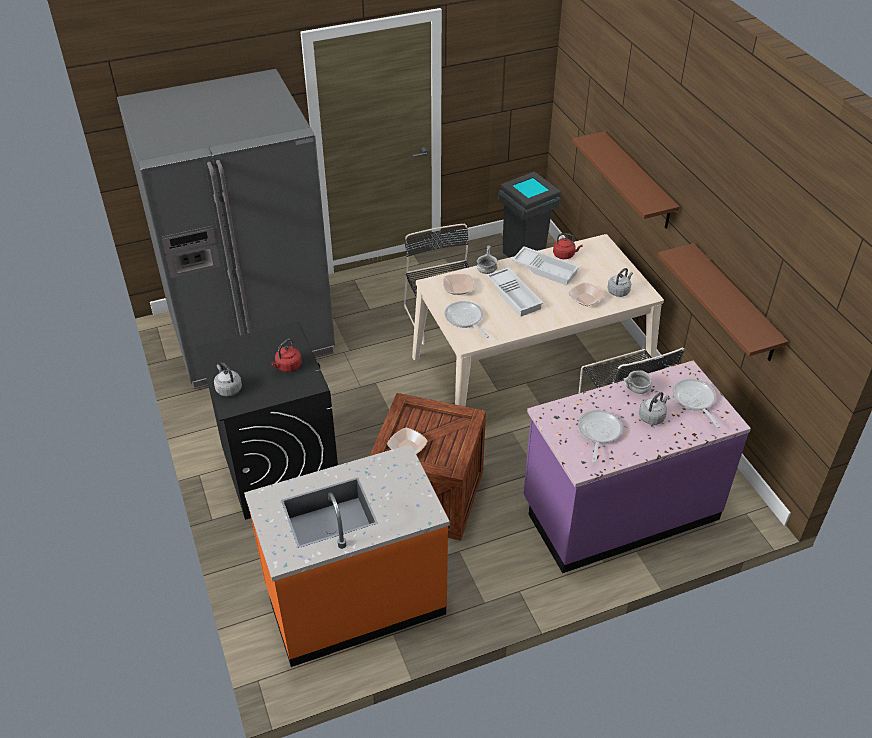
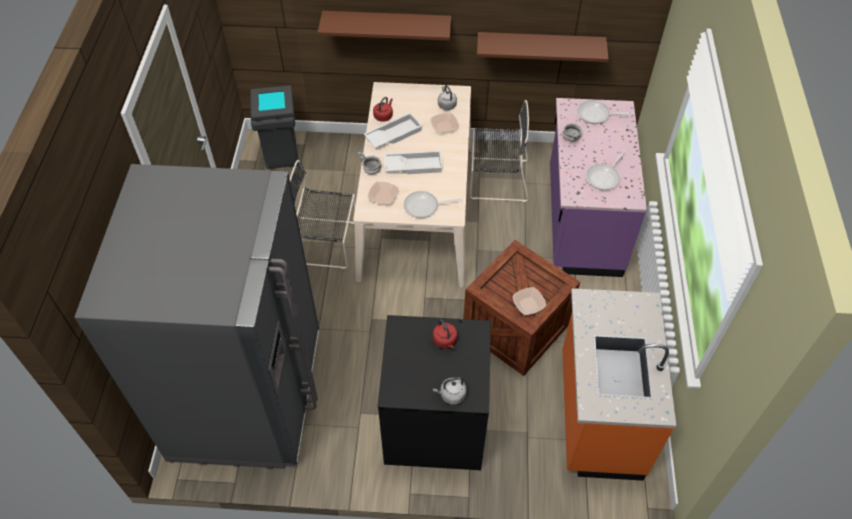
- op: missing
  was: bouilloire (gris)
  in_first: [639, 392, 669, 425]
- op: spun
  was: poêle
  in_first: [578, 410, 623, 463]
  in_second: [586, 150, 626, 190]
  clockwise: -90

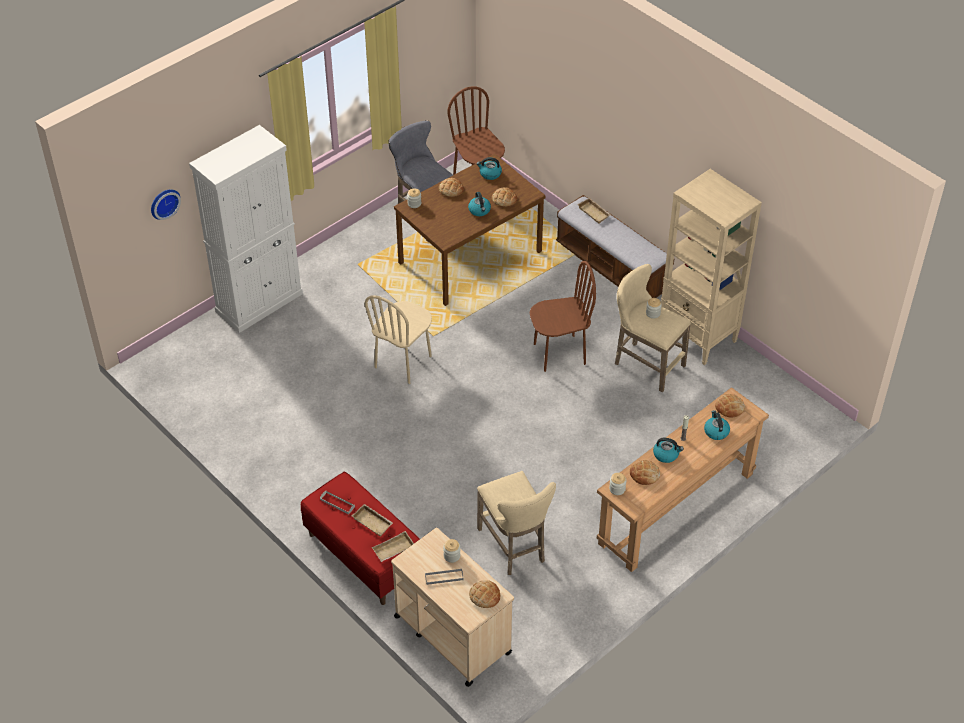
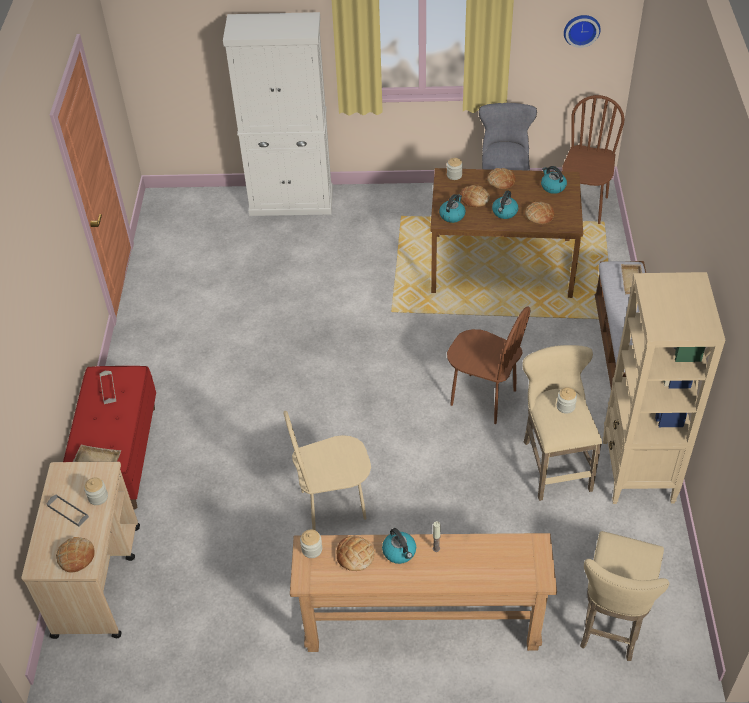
- op: relocated
  was: horloge murale
  in_first: [151, 189, 181, 220]
  in_second: [564, 15, 601, 48]
- op: relocated
  was: chaise (beige)
  in_first: [365, 295, 432, 384]
  in_second: [283, 411, 371, 531]
- op: relocated
  was: pain
  in_first: [715, 394, 745, 418]
  in_second: [460, 185, 490, 207]
- op: relocated
  was: bouilloire
  in_first: [704, 410, 730, 440]
  in_second: [439, 194, 466, 223]
- op: relocated
  was: tabouret (beige)
  in_first: [477, 471, 556, 575]
  in_second: [580, 531, 669, 661]
- op: missing
  was: plateau (beige)
  in_first: [352, 504, 393, 537]

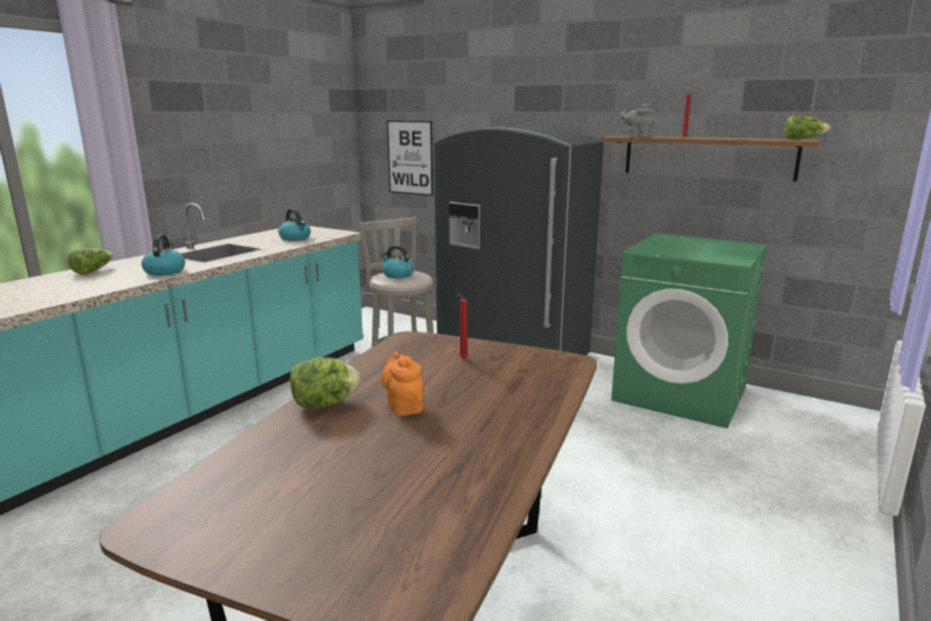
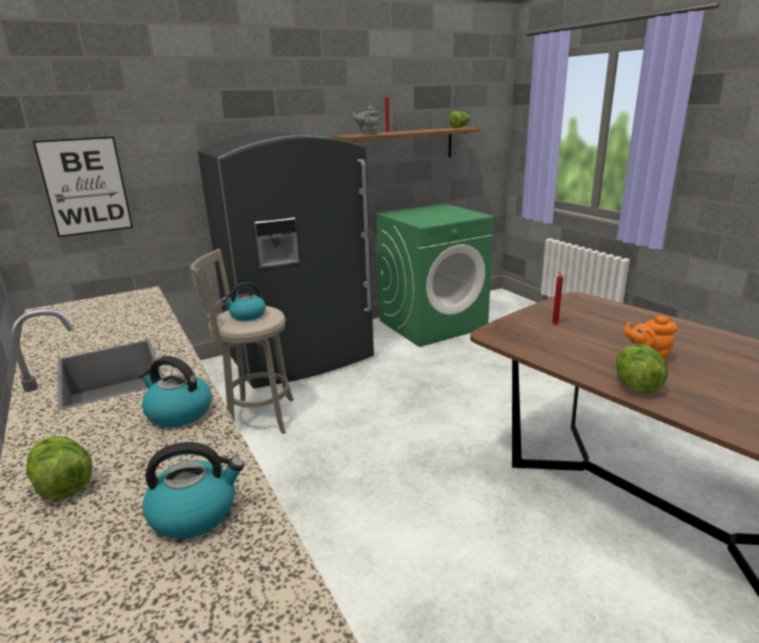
- op: relocated
  was: bouilloire
  in_first: [278, 209, 311, 241]
  in_second: [143, 442, 244, 539]

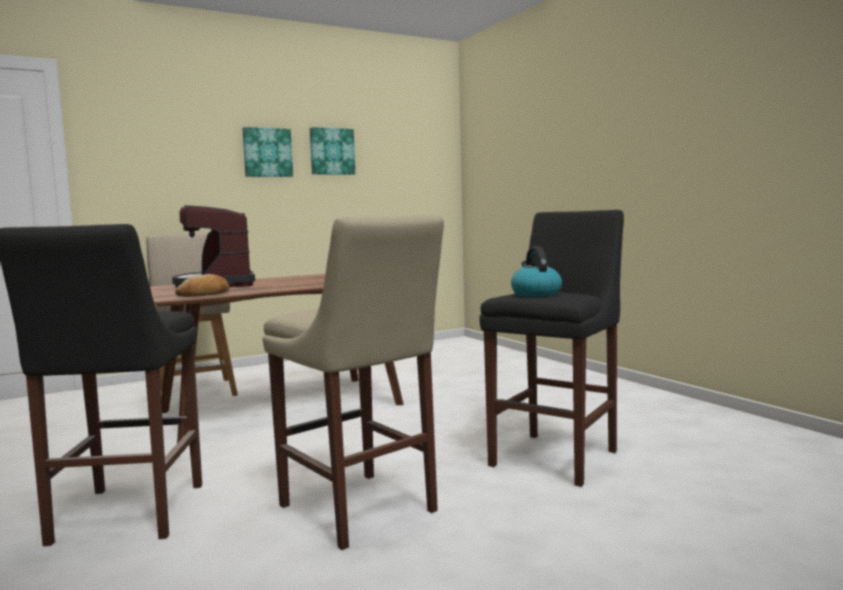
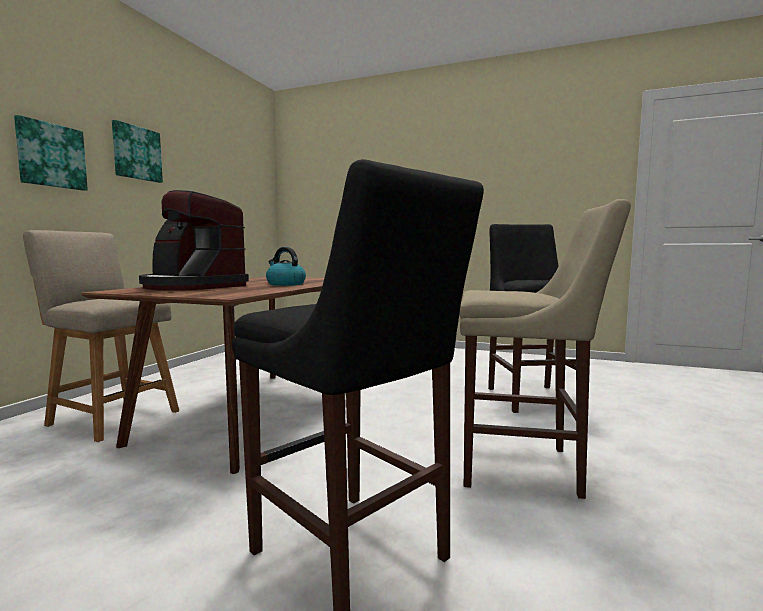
- op: relocated
  was: tableau
  in_first: [310, 127, 355, 175]
  in_second: [14, 115, 88, 191]
- op: relocated
  was: bouilloire
  in_first: [511, 246, 562, 297]
  in_second: [266, 247, 306, 286]
- op: missing
  was: pain
  in_first: [175, 274, 229, 297]

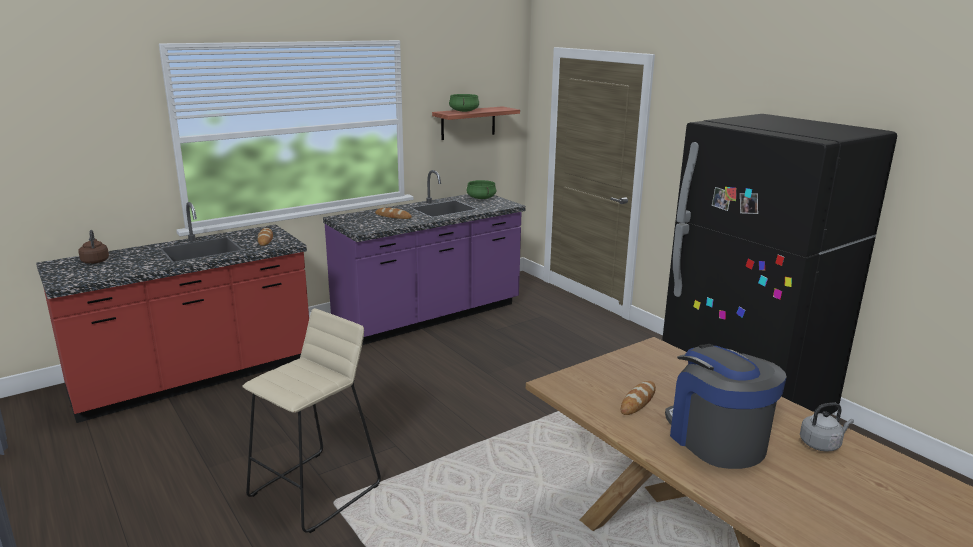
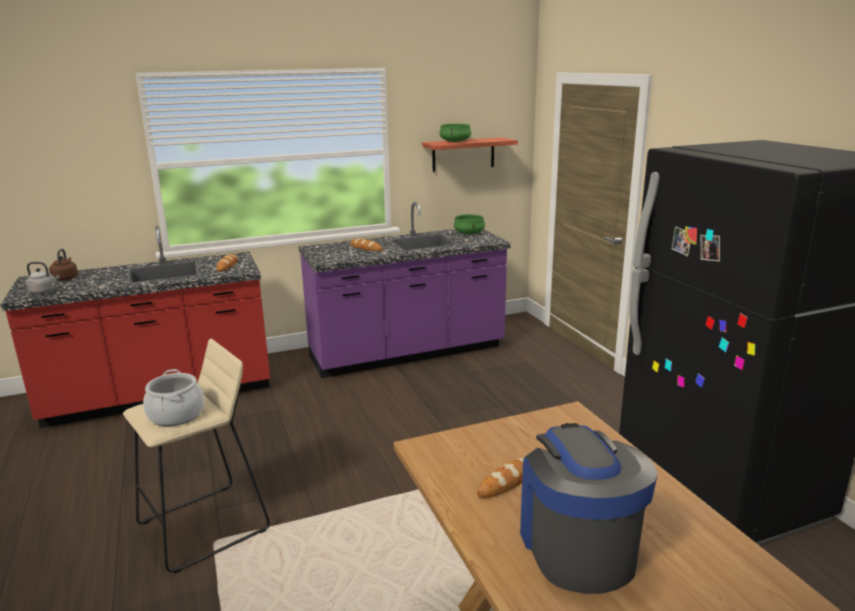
- op: relocated
  was: bouilloire (gris)
  in_first: [800, 403, 854, 452]
  in_second: [26, 262, 60, 294]
- op: appeared
  now: marmite
  in_second: [143, 369, 204, 426]

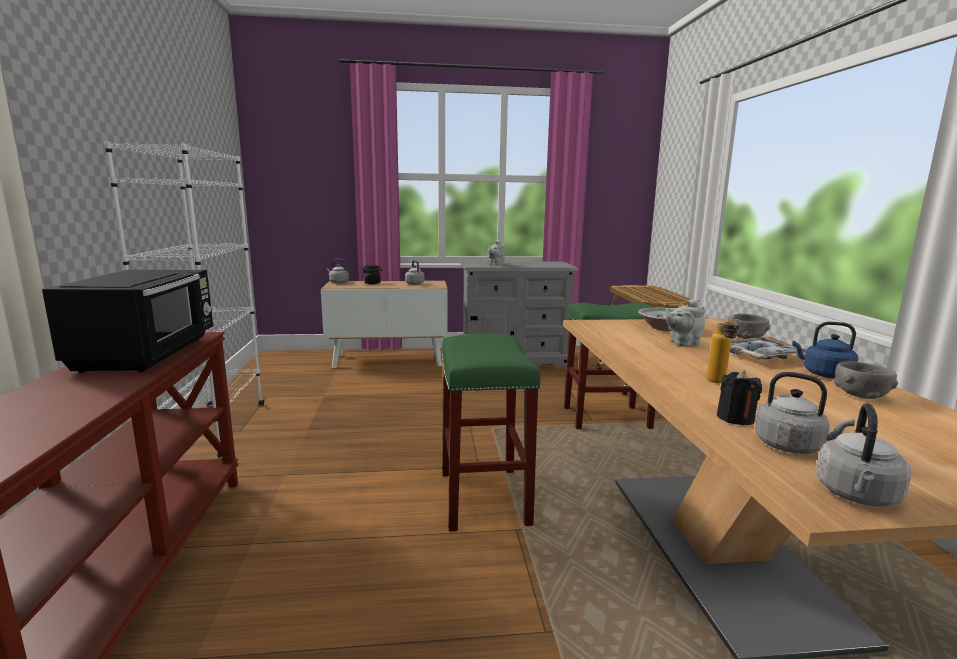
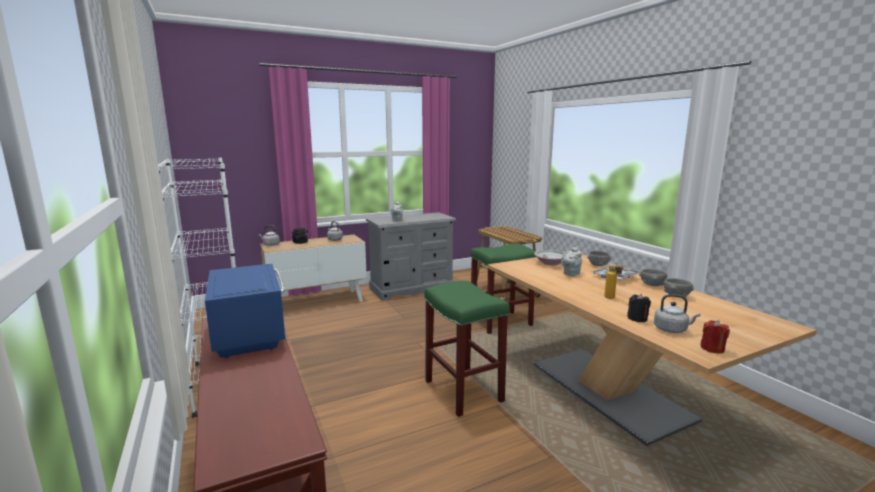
- op: colour
  was: micro-ondes (noir)
  now: micro-ondes (bleu)
  in_first: [42, 269, 213, 373]
  in_second: [205, 264, 286, 358]
- op: exchanged
  was: bouilloire (bleu)
  now: bol (gris)
  in_first: [792, 322, 858, 379]
  in_second: [639, 269, 667, 286]
- op: exchanged
  was: bouilloire (gris)
  now: bougie (rouge)
  in_first: [816, 403, 911, 506]
  in_second: [700, 320, 730, 354]

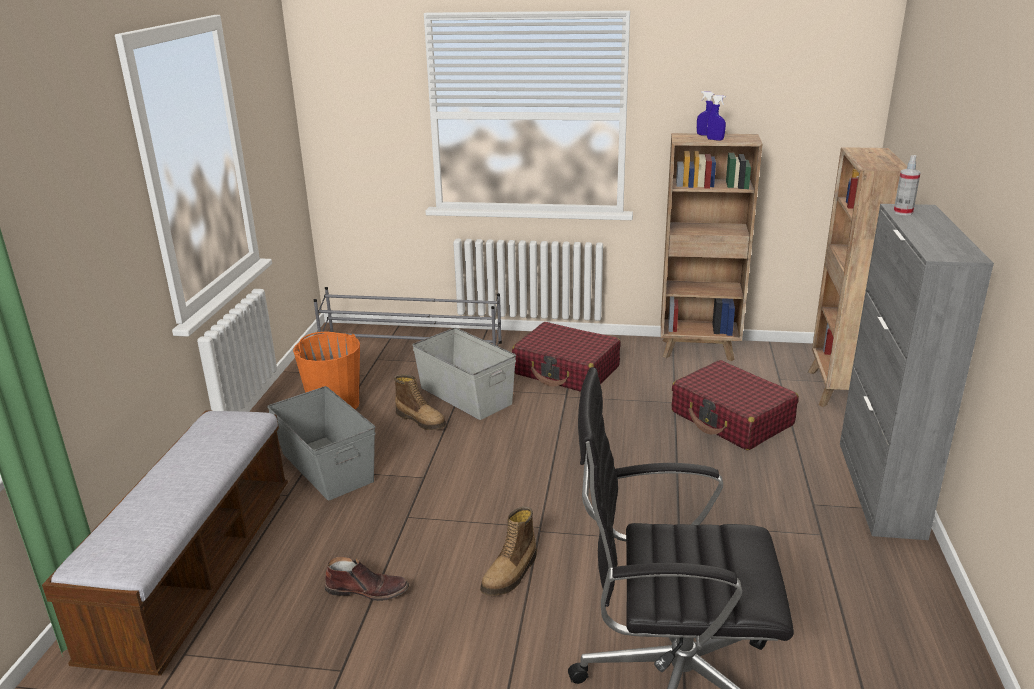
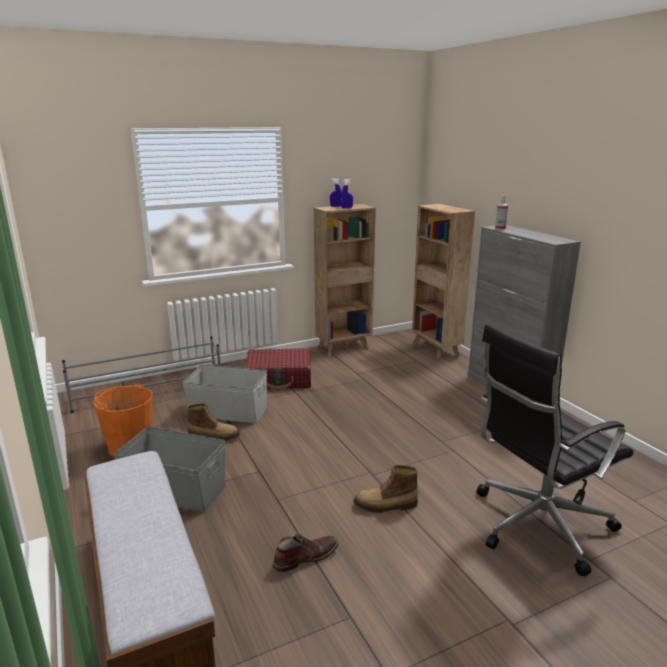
- op: missing
  was: valise (rouge)
  in_first: [672, 360, 799, 450]
- op: spun
  was: botte
  in_first: [480, 506, 537, 596]
  in_second: [353, 465, 418, 513]
  clockwise: 90

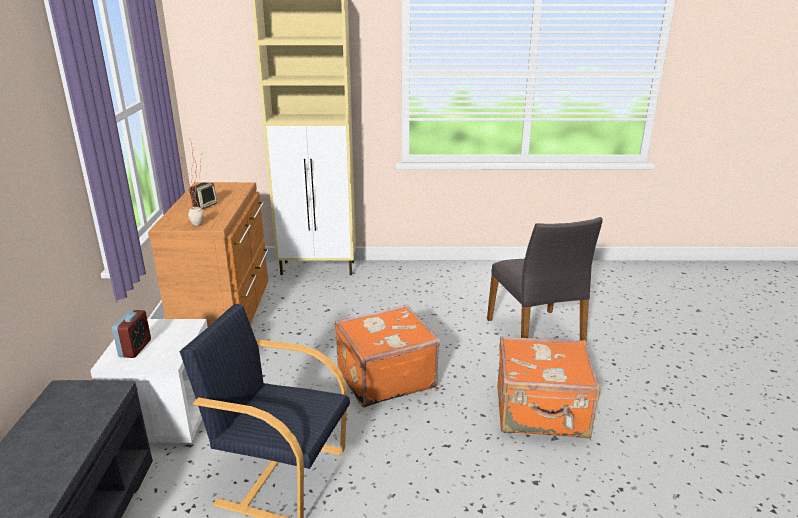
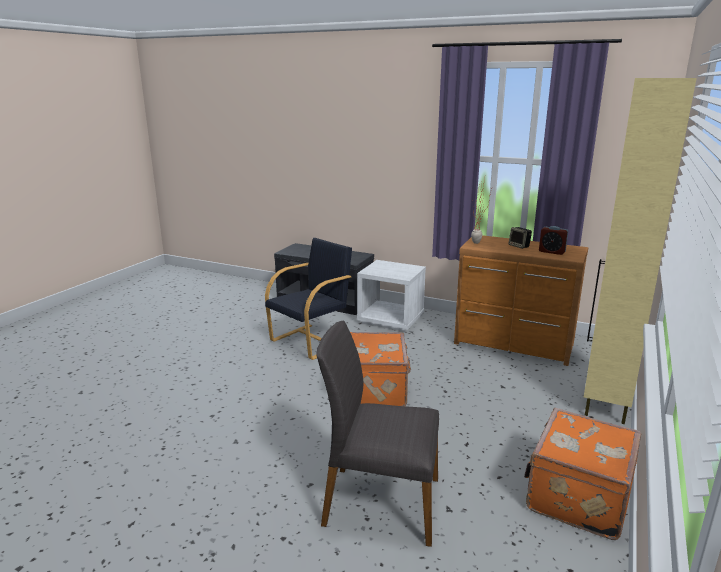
- op: relocated
  was: réveil
  in_first: [112, 310, 151, 358]
  in_second: [539, 226, 568, 255]
- op: relocated
  was: valise (orange)
  in_first: [497, 336, 600, 438]
  in_second: [524, 408, 641, 540]

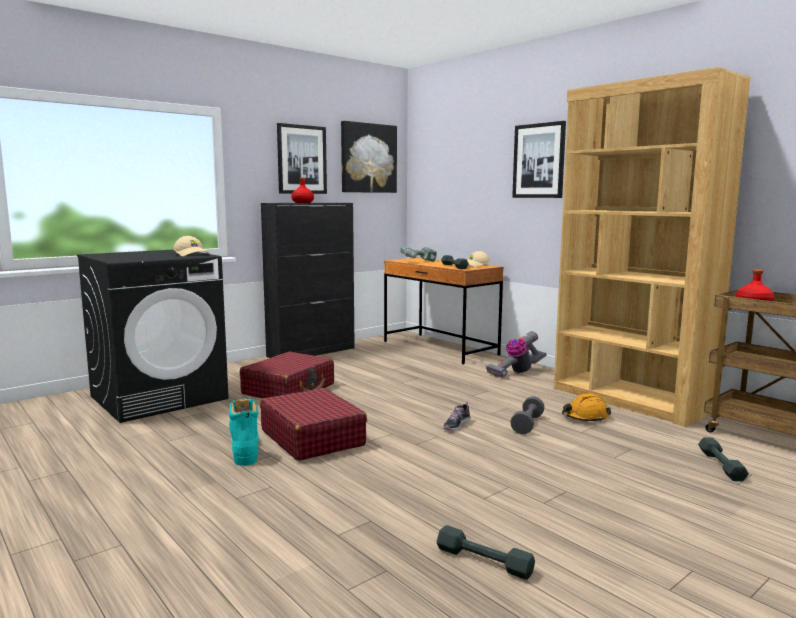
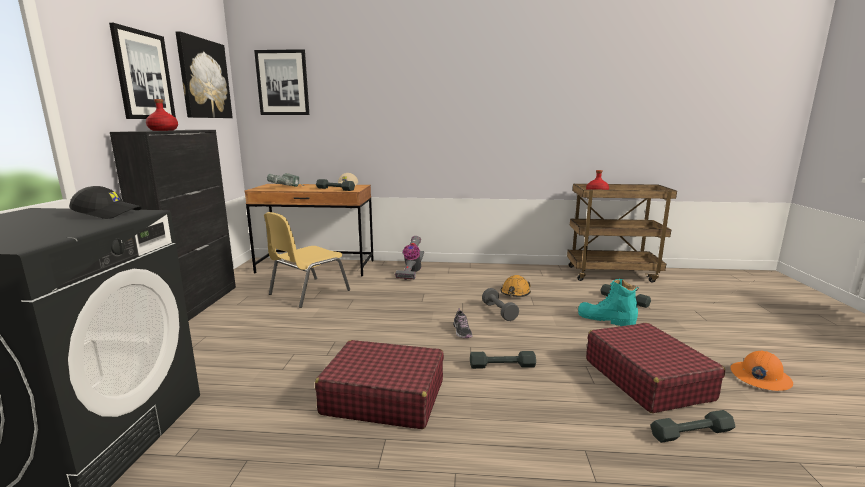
- op: missing
  was: bibliothèque (marron)
  in_first: [554, 67, 750, 427]
- op: relocated
  was: tableau
  in_first: [512, 121, 566, 198]
  in_second: [254, 49, 309, 115]
- op: colour
  was: casquette (beige)
  now: casquette (noir)
  in_first: [173, 236, 210, 256]
  in_second: [69, 186, 142, 219]
- op: relocated
  was: valise (rouge)
  in_first: [240, 352, 334, 398]
  in_second: [586, 323, 725, 413]
- op: relocated
  was: botte (turquoise)
  in_first: [229, 399, 259, 466]
  in_second: [578, 279, 639, 326]
- op: appeared
  now: chaise (jaune)
  in_second: [264, 212, 350, 308]
- op: appeared
  now: haltère (gris)
  in_second: [470, 351, 536, 369]
- op: appeared
  now: casque de chantier (orange)
  in_second: [730, 351, 793, 391]

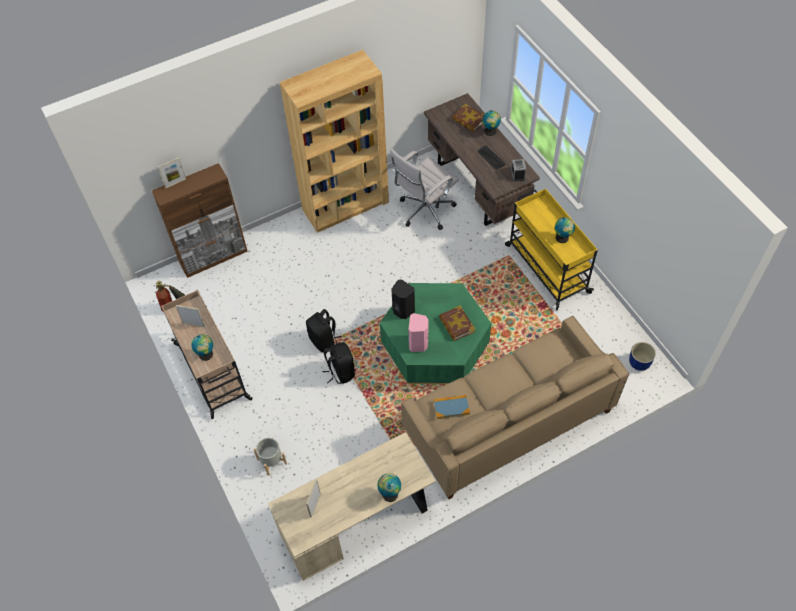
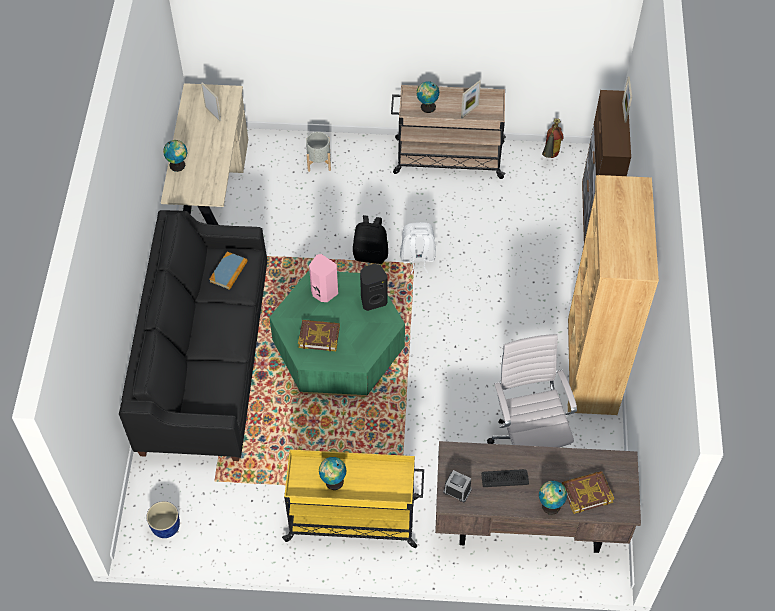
- op: colour
  was: sac à dos (noir)
  now: sac à dos (blanc)
  in_first: [306, 309, 342, 352]
  in_second: [400, 222, 436, 274]
- op: colour
  was: canapé (beige)
  now: canapé (noir)
  in_first: [401, 316, 629, 499]
  in_second: [119, 210, 267, 461]

